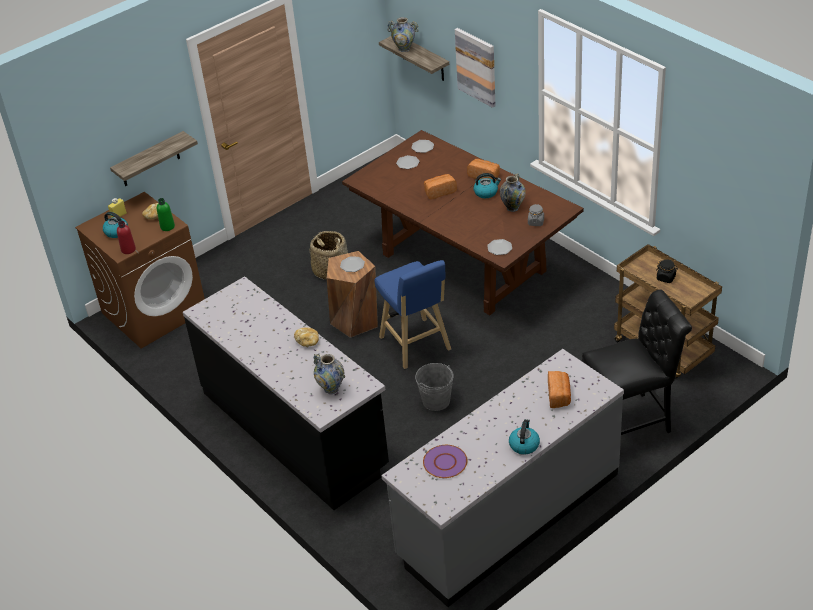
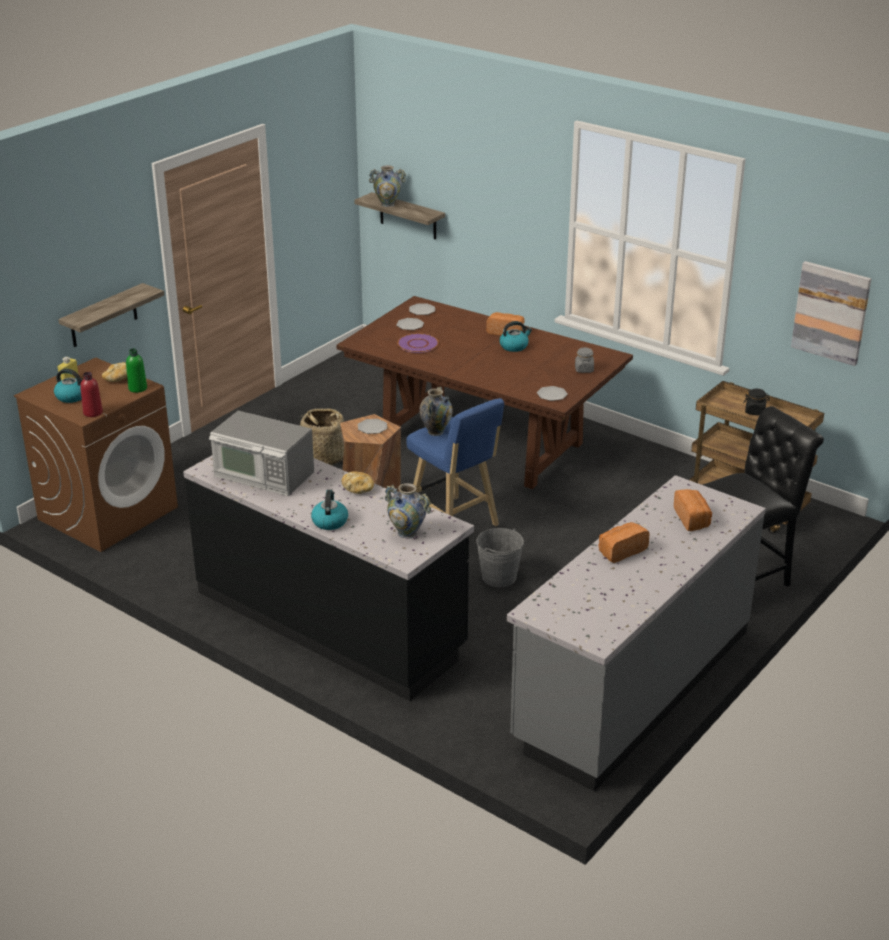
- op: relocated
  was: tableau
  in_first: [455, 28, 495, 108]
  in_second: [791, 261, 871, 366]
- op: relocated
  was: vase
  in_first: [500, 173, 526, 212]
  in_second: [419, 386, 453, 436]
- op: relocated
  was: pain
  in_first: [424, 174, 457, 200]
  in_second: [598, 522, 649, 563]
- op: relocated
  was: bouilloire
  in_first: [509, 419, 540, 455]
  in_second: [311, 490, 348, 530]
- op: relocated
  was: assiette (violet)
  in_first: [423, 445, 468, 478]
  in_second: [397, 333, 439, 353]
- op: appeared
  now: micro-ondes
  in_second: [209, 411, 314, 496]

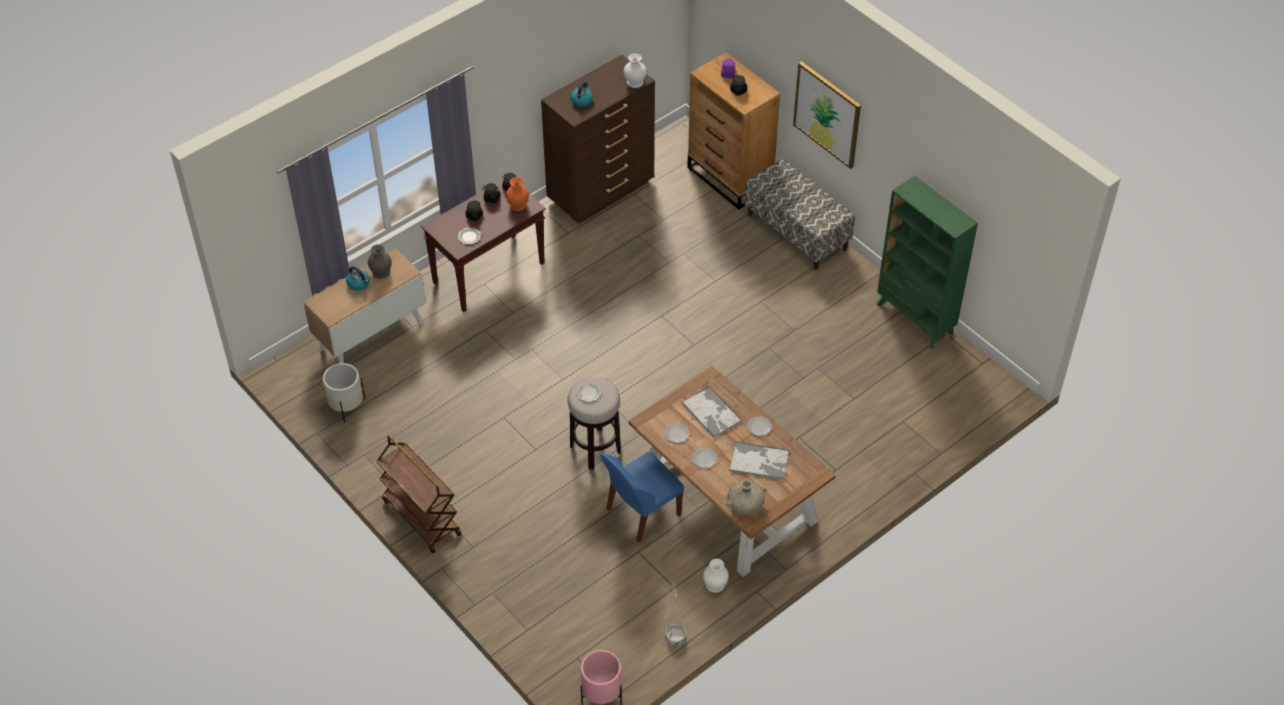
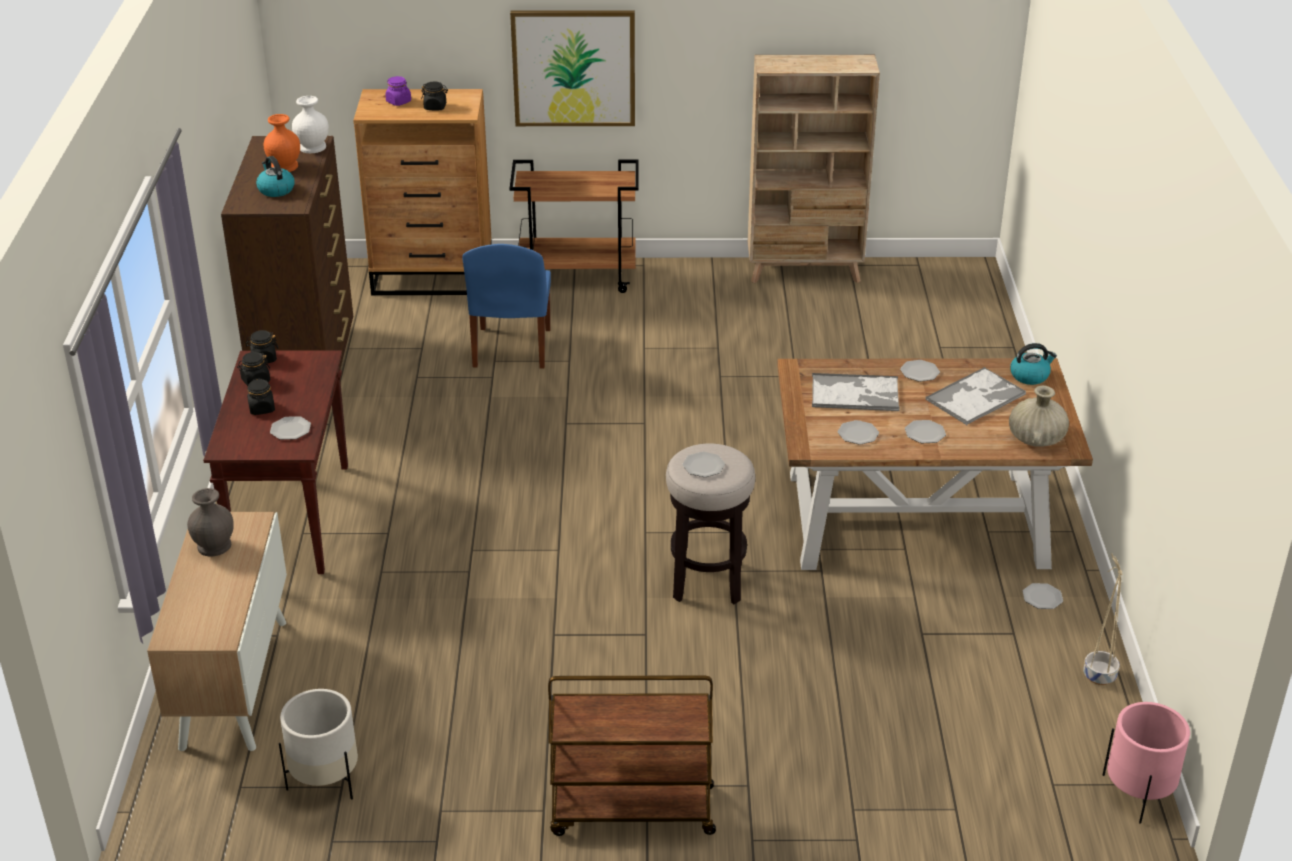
- op: exchanged
  was: banc
  now: chariot (marron)
  in_first: [745, 159, 855, 270]
  in_second: [510, 160, 638, 293]
- op: colour
  was: bibliothèque (vert)
  now: bibliothèque (beige)
  in_first: [877, 176, 978, 349]
  in_second: [748, 55, 880, 283]
- op: relocated
  was: vase (orange)
  in_first: [506, 177, 529, 211]
  in_second: [264, 114, 300, 172]
- op: relocated
  was: bouilloire
  in_first: [346, 266, 370, 291]
  in_second: [1010, 343, 1057, 385]
- op: relocated
  was: chaise (bleu)
  in_first: [600, 451, 684, 543]
  in_second: [462, 244, 551, 369]
- op: exchanged
  was: vase (blanc)
  now: assiette
  in_first: [703, 559, 729, 593]
  in_second: [1022, 583, 1063, 609]

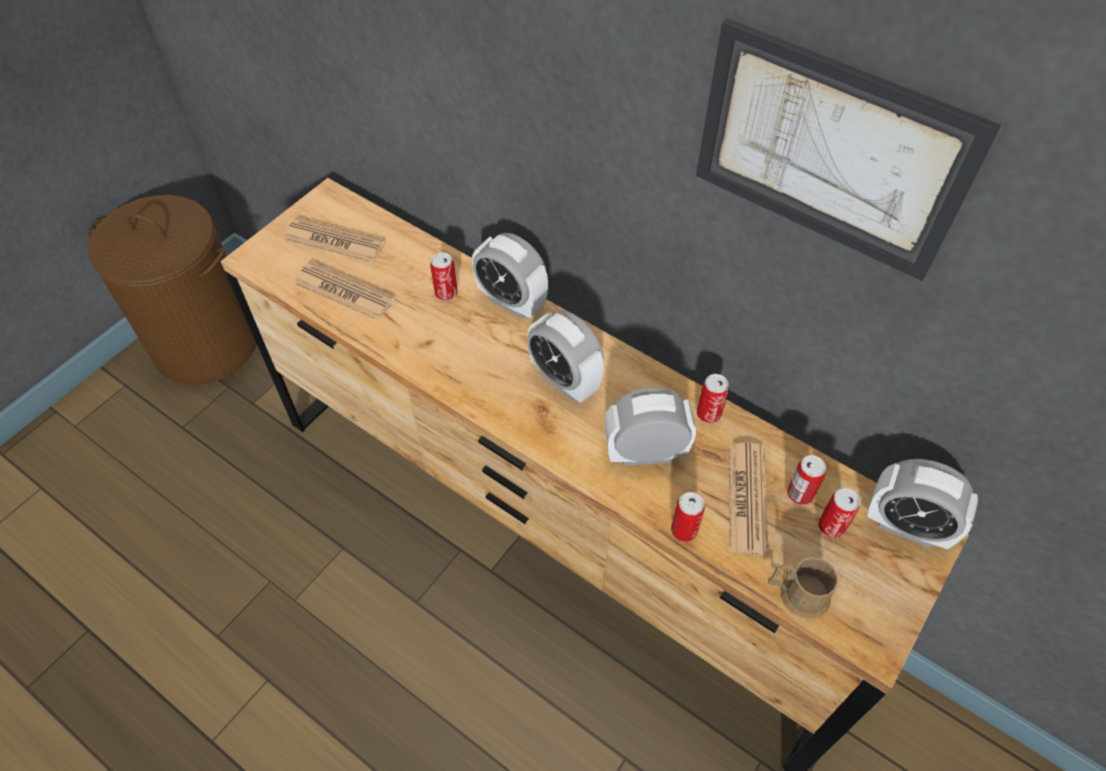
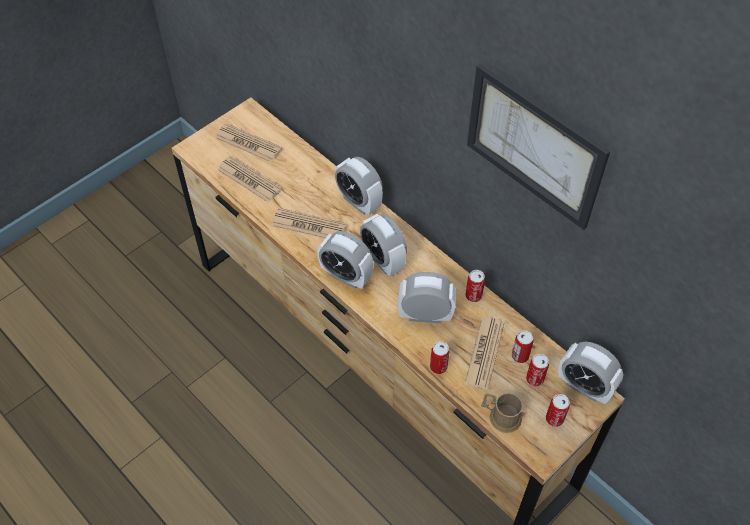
- op: missing
  was: panier à linge (marron)
  in_first: [87, 195, 257, 385]
- op: relocated
  was: boîte métallique
  in_first: [430, 252, 458, 300]
  in_second: [546, 394, 570, 427]
- op: appeared
  now: journal
  in_second: [272, 208, 347, 238]
- op: appeared
  now: réveil
  in_second: [317, 231, 374, 289]

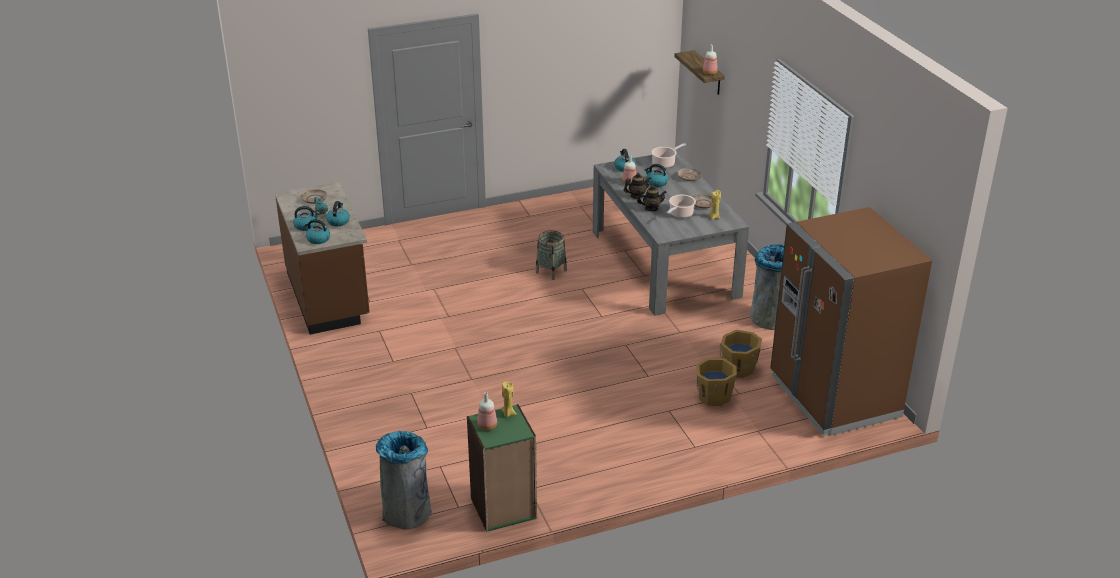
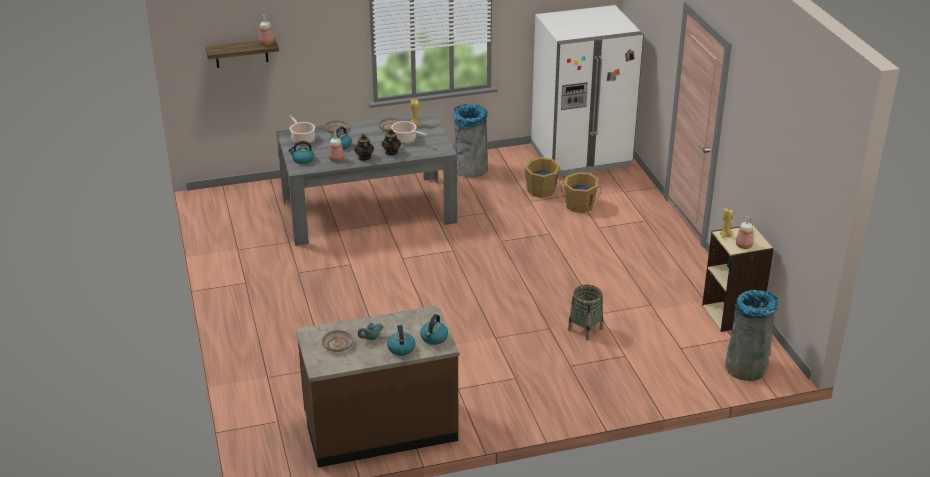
- op: missing
  was: bouilloire
  in_first: [326, 201, 350, 226]
- op: colour
  was: réfrigérateur (marron)
  now: réfrigérateur (blanc)
  in_first: [770, 207, 932, 436]
  in_second: [531, 5, 644, 177]
- op: relocated
  was: panier
  in_first: [535, 230, 567, 280]
  in_second: [568, 285, 603, 340]
- op: colour
  was: bibliothèque (vert)
  now: bibliothèque (beige)
  in_first: [467, 404, 537, 532]
  in_second: [702, 224, 774, 332]

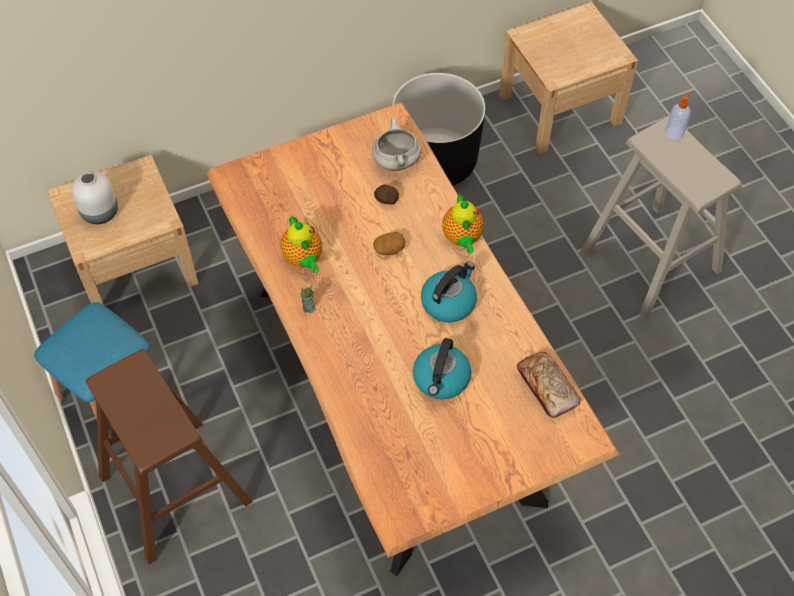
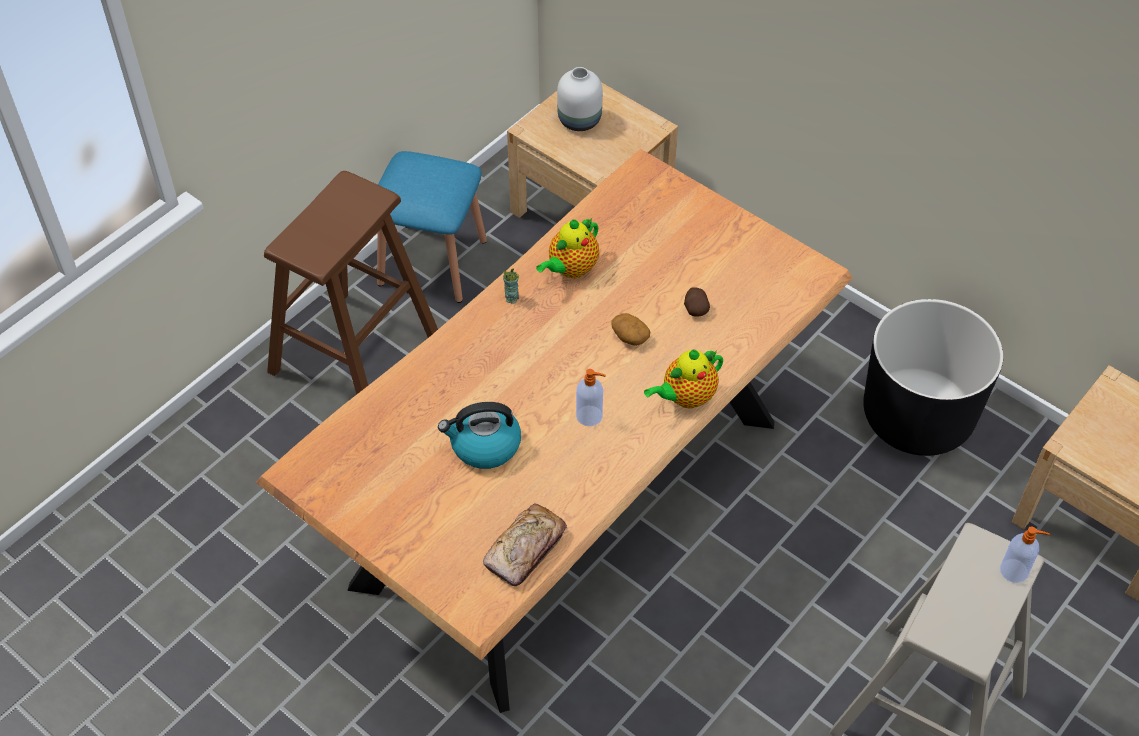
- op: missing
  was: marmite (blanc)
  in_first: [372, 118, 422, 171]
- op: exchanged
  was: bouilloire
  now: distributeur de savon
  in_first: [421, 262, 477, 323]
  in_second: [576, 369, 606, 426]

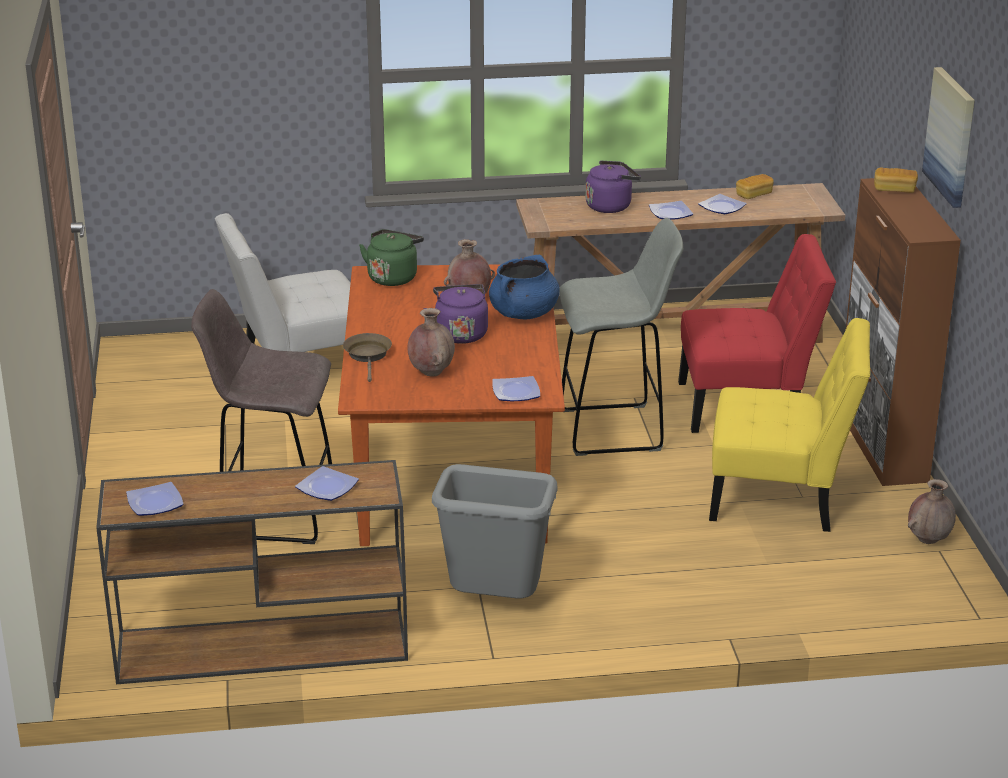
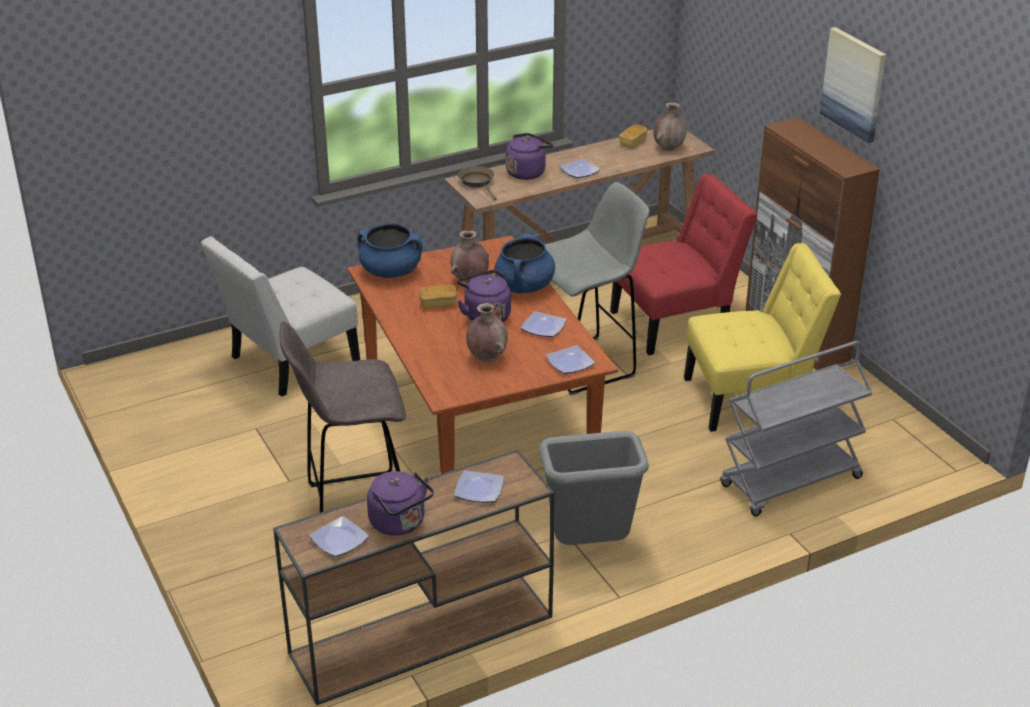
- op: relocated
  was: pain
  in_first: [874, 168, 918, 193]
  in_second: [419, 285, 457, 308]
- op: relocated
  was: assiette
  in_first: [698, 194, 747, 214]
  in_second: [521, 311, 567, 337]
- op: exchanged
  was: bouilloire (vert)
  now: marmite (bleu)
  in_first: [359, 229, 424, 286]
  in_second: [357, 223, 422, 278]
- op: relocated
  was: poêle (marron)
  in_first: [343, 333, 392, 382]
  in_second: [458, 166, 497, 200]
- op: relocated
  was: vase (marron)
  in_first: [908, 479, 956, 544]
  in_second: [653, 102, 687, 151]
- op: appeared
  now: chariot (gris)
  in_second: [720, 341, 872, 517]
- op: appeared
  now: bouilloire (violet)
  in_second: [367, 471, 434, 536]

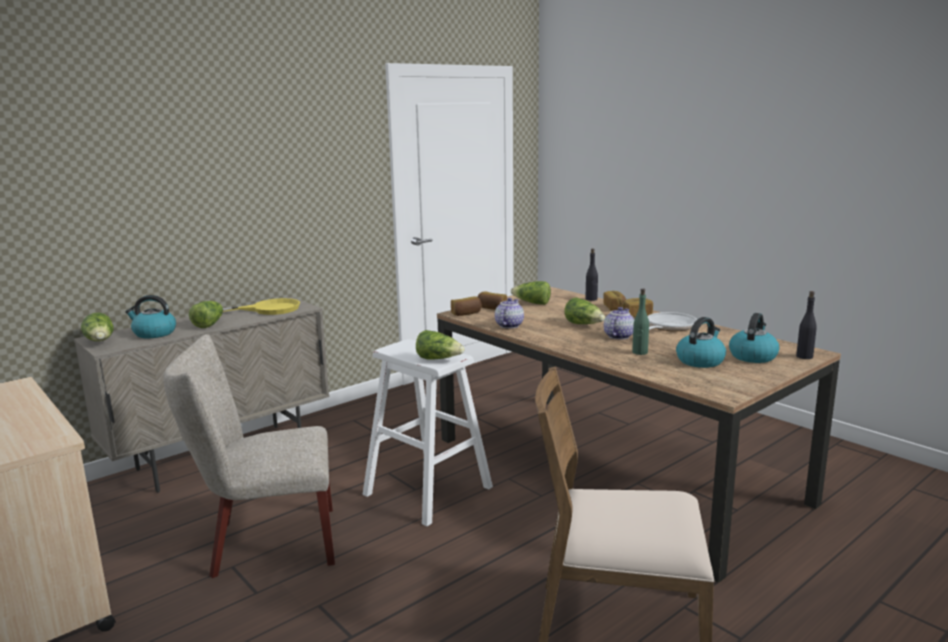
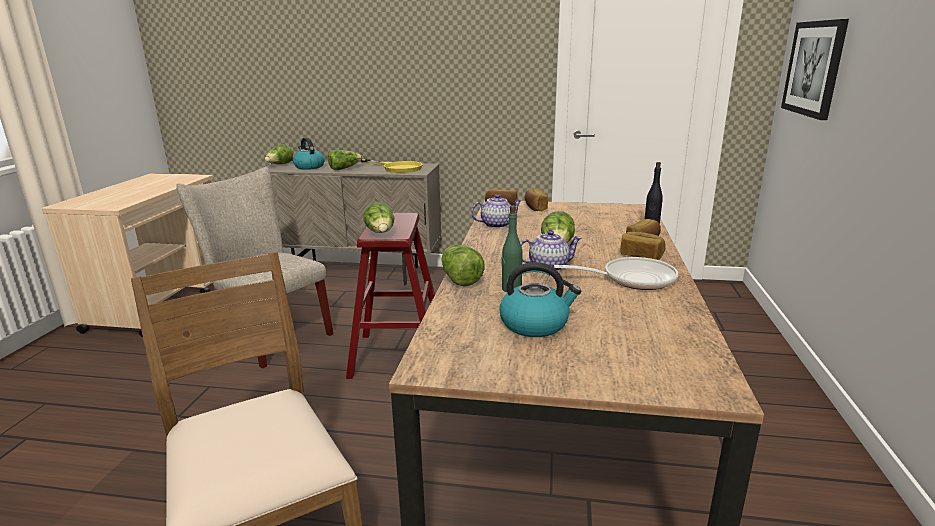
- op: relocated
  was: laitue
  in_first: [511, 281, 551, 305]
  in_second: [441, 245, 485, 287]
- op: missing
  was: bouteille (noir)
  in_first: [796, 291, 817, 359]
- op: missing
  was: bouilloire
  in_first: [729, 313, 779, 363]
- op: colour
  was: tabouret (blanc)
  now: tabouret (rouge)
  in_first: [363, 339, 493, 526]
  in_second: [346, 213, 435, 379]
- op: appeared
  now: tableau
  in_second: [781, 19, 849, 120]

